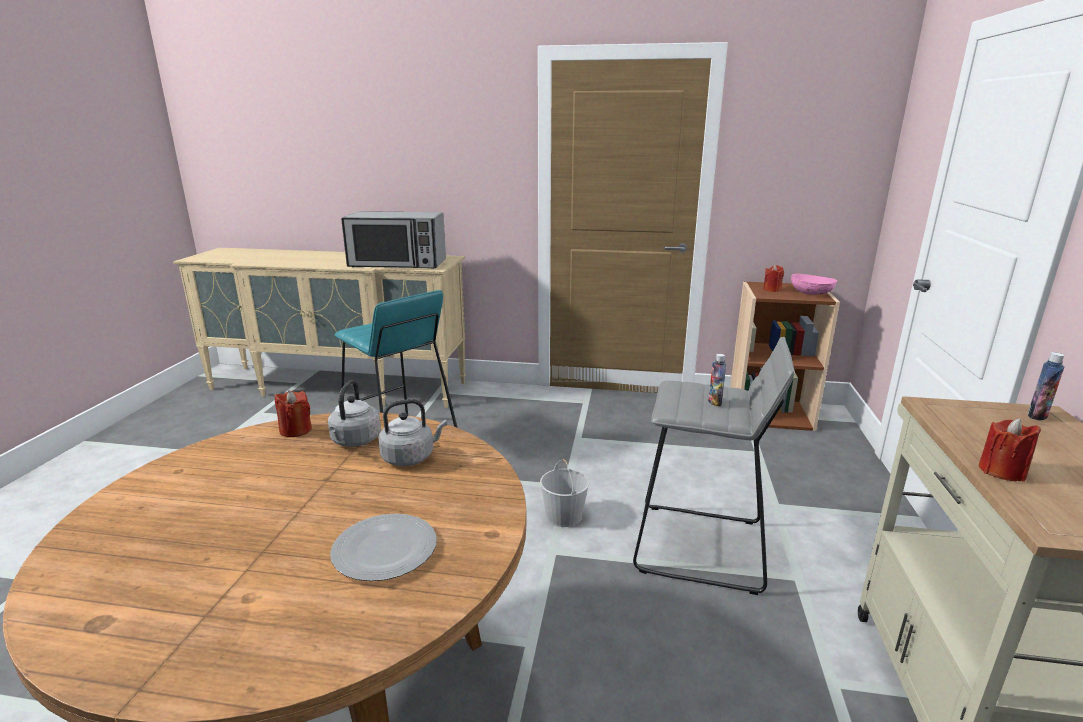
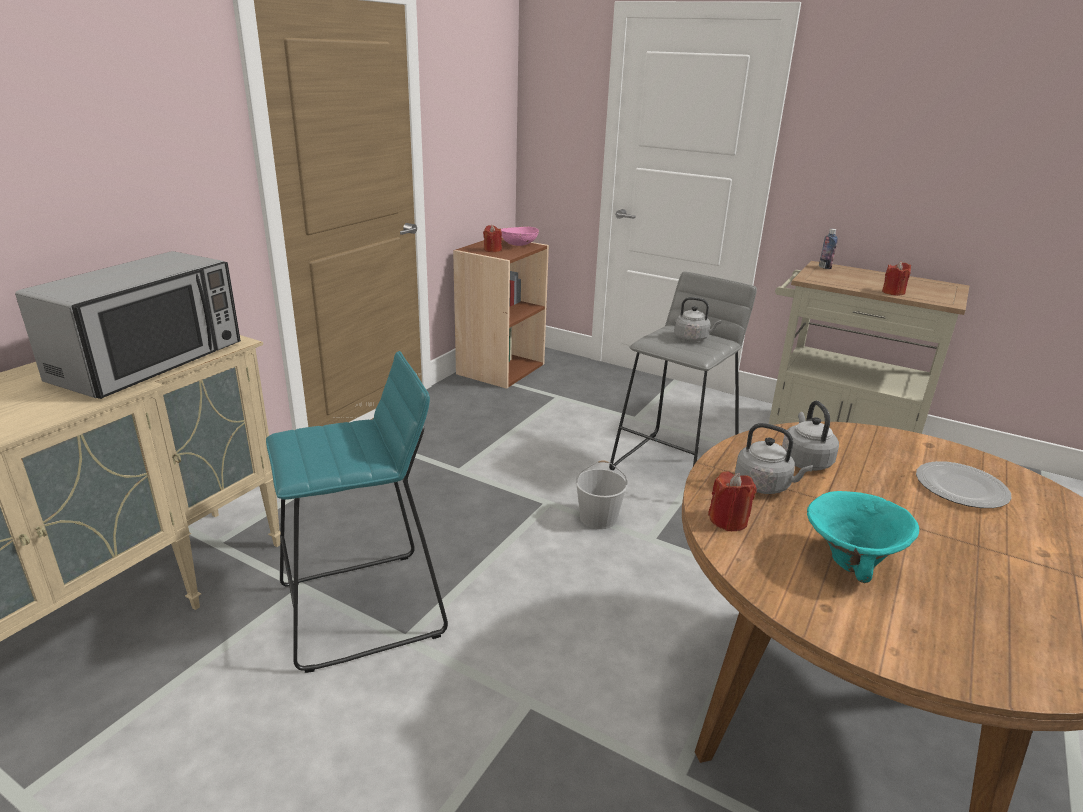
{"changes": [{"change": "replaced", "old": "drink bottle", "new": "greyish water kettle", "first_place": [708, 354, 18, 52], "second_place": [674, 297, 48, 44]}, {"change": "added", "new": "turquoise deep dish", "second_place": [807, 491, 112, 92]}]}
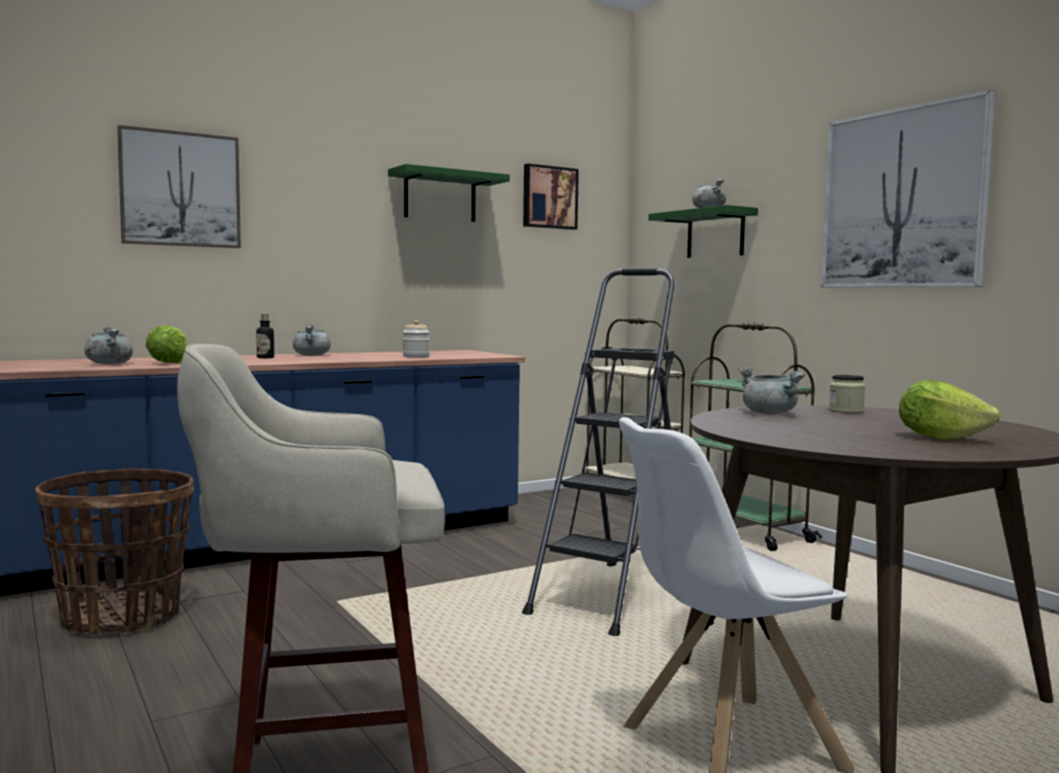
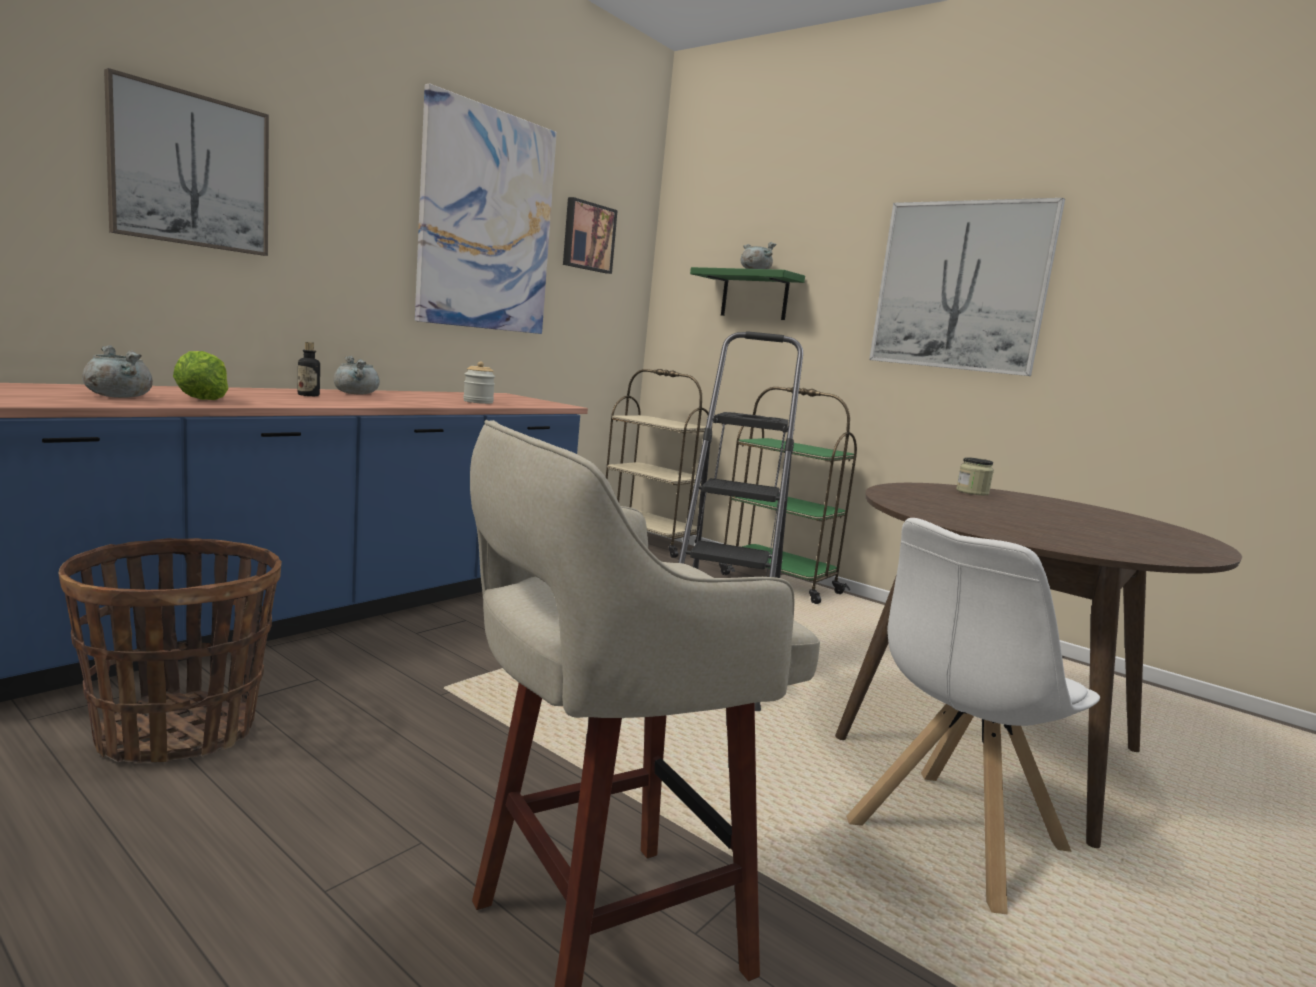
{"changes": [{"change": "replaced", "old": "greenish bracket shelf", "new": "wall picture", "first_place": [388, 164, 122, 58], "second_place": [415, 83, 142, 251]}, {"change": "removed", "old": "greyish cooking pot", "first_place": [738, 366, 67, 48]}, {"change": "removed", "old": "lettuce head", "first_place": [899, 380, 102, 60]}]}
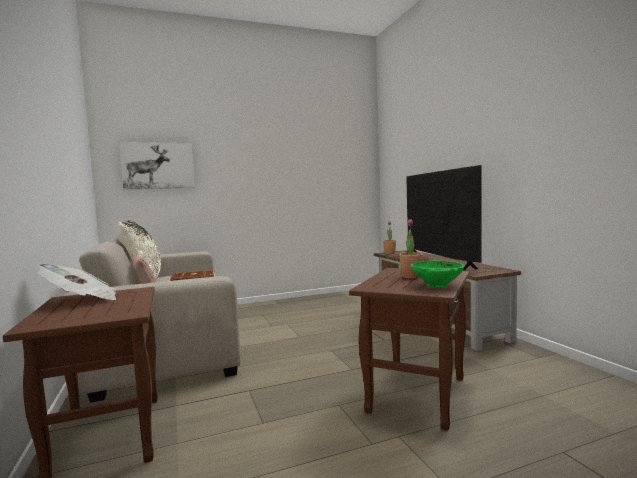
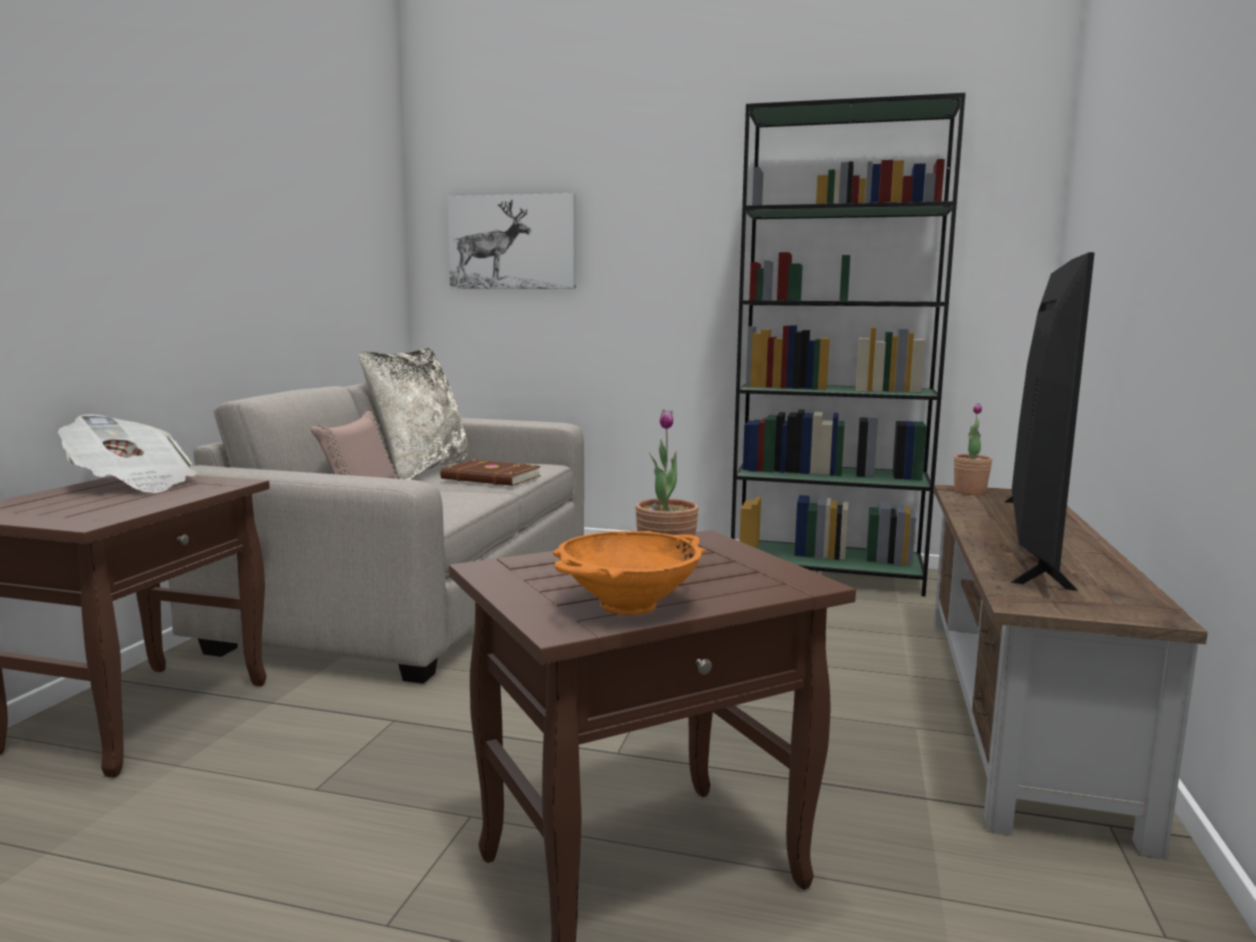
{"changes": [{"change": "recoloured", "old": "greenish deep dish", "new": "orangey deep dish", "first_place": [411, 260, 54, 28], "second_place": [553, 531, 153, 84]}, {"change": "added", "new": "greenish shelving unit", "second_place": [731, 93, 235, 503]}]}
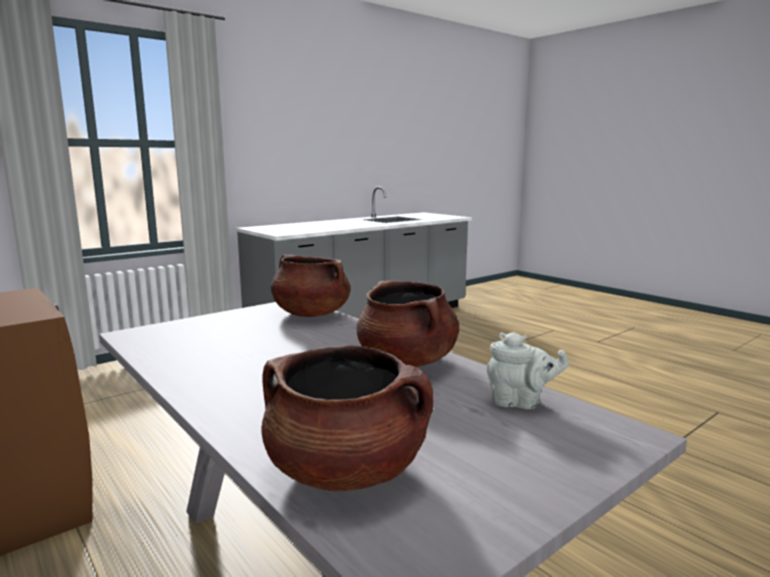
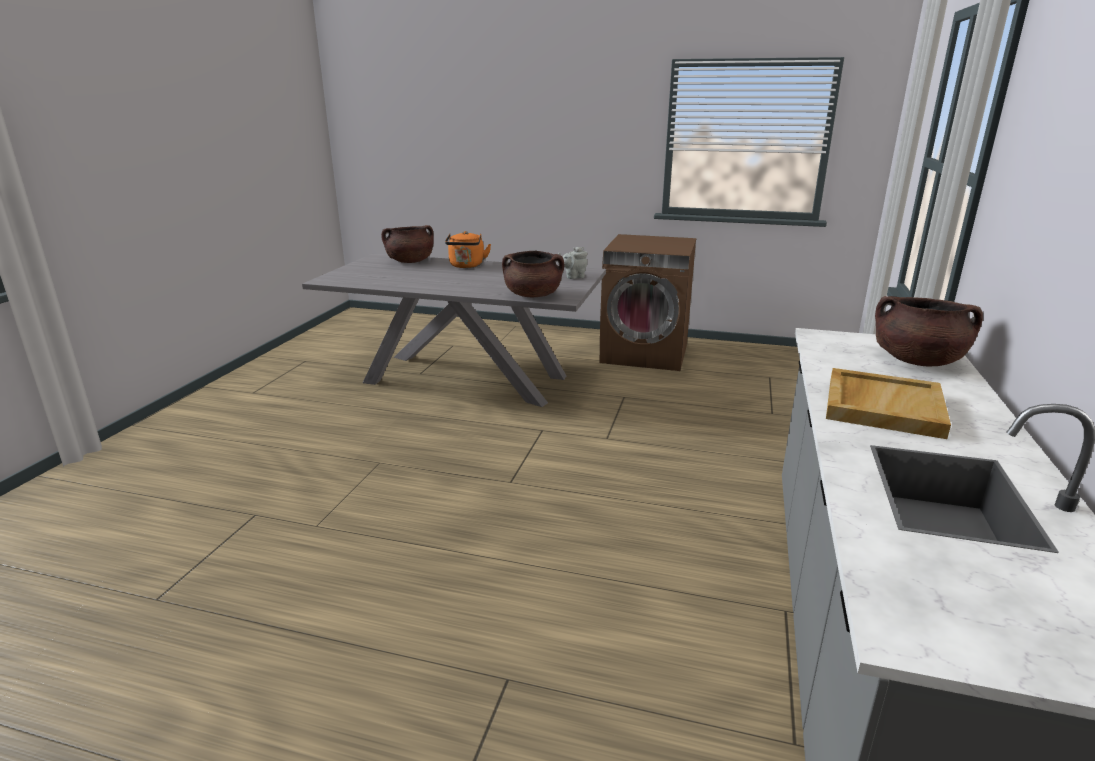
{"changes": [{"change": "moved", "old": "brown cooking pot", "first_place": [356, 280, 103, 87], "second_place": [875, 296, 108, 71]}, {"change": "moved", "old": "greyish pot for tea", "first_place": [487, 332, 82, 77], "second_place": [558, 247, 29, 32]}, {"change": "added", "new": "orangey water kettle", "second_place": [445, 231, 46, 37]}, {"change": "added", "new": "sand-coloured tray", "second_place": [826, 368, 125, 71]}]}
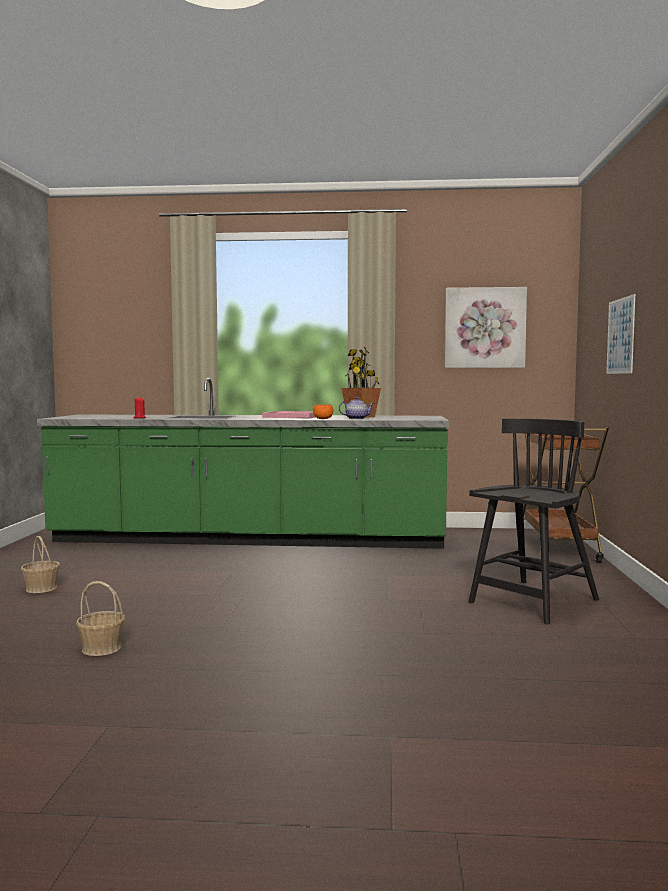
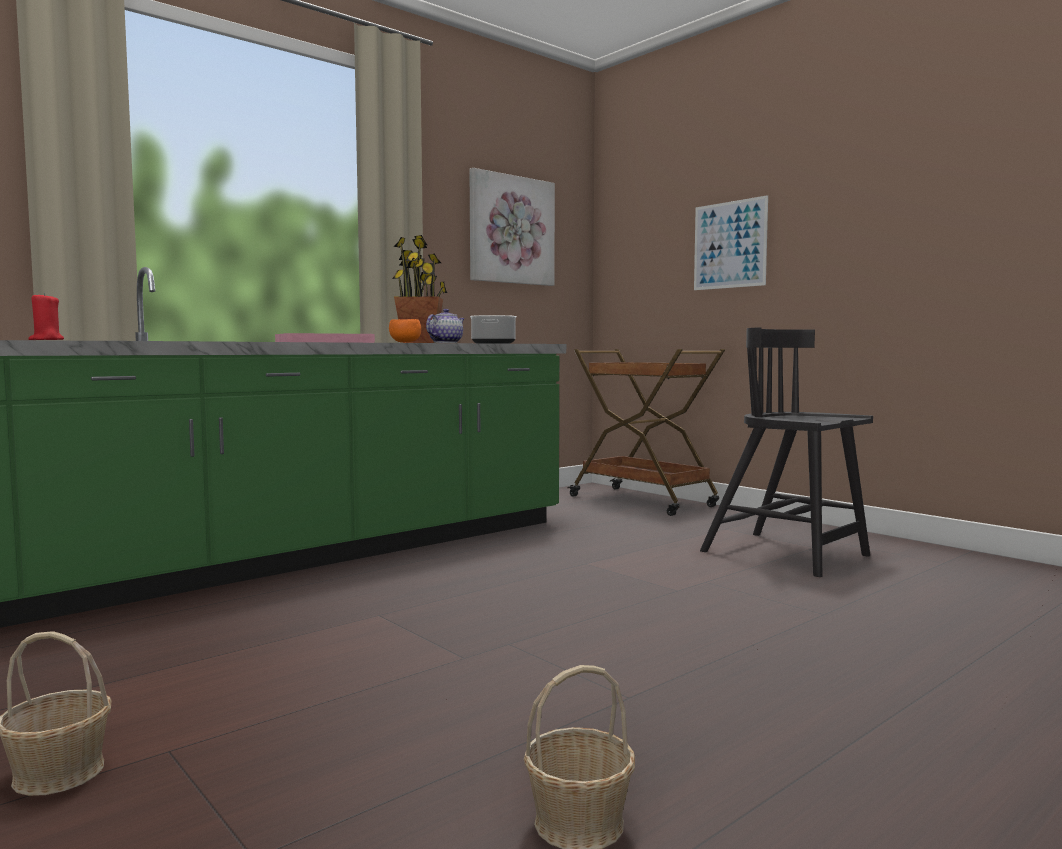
{"changes": [{"change": "turned", "old": "black chair", "first_place": [469, 418, 130, 206], "second_place": [700, 327, 173, 250], "degrees": -45}, {"change": "added", "new": "cooking pot", "second_place": [470, 315, 46, 29]}]}
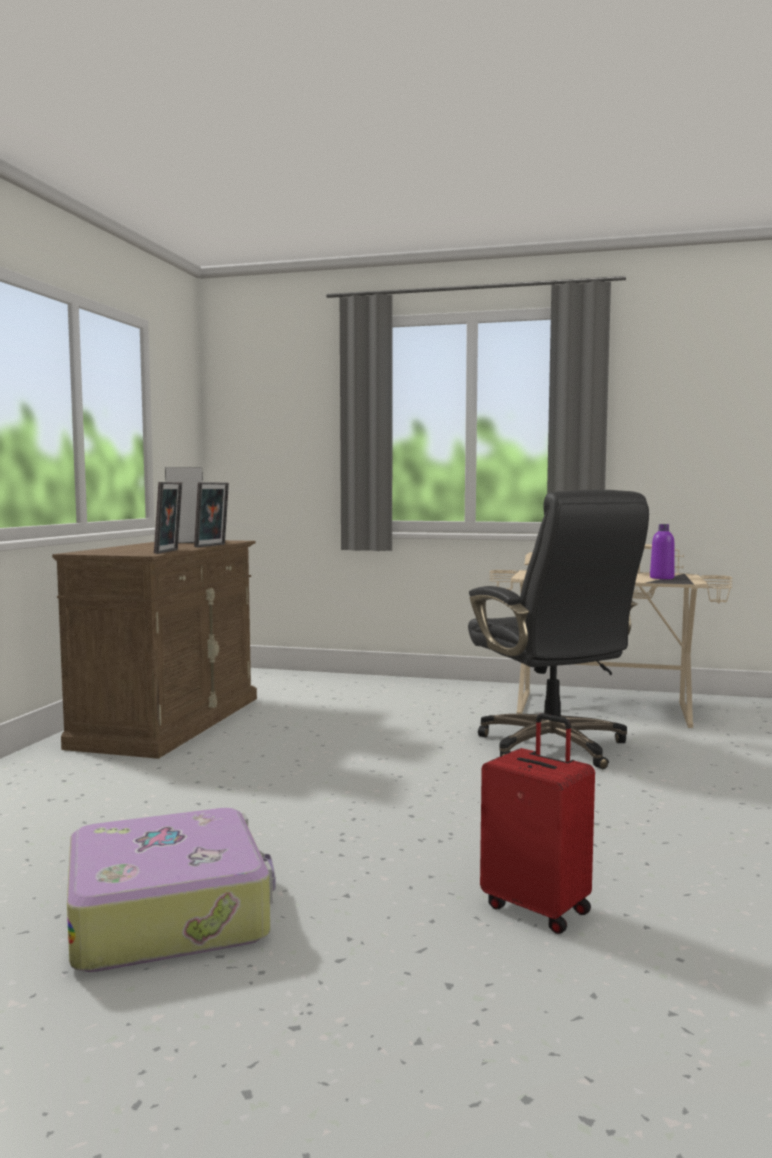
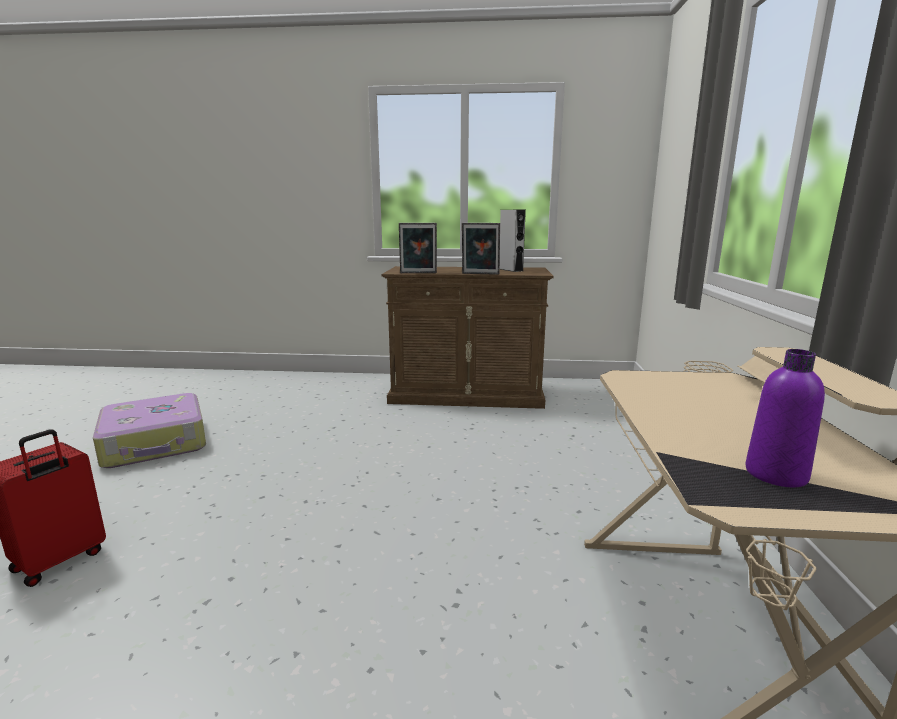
{"changes": [{"change": "removed", "old": "black desk chair", "first_place": [468, 490, 181, 279]}]}
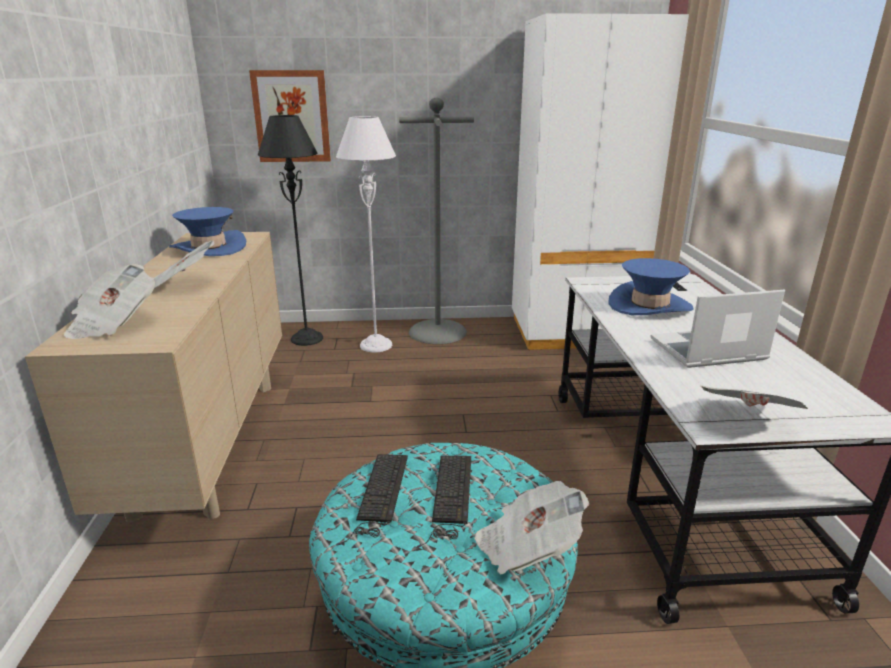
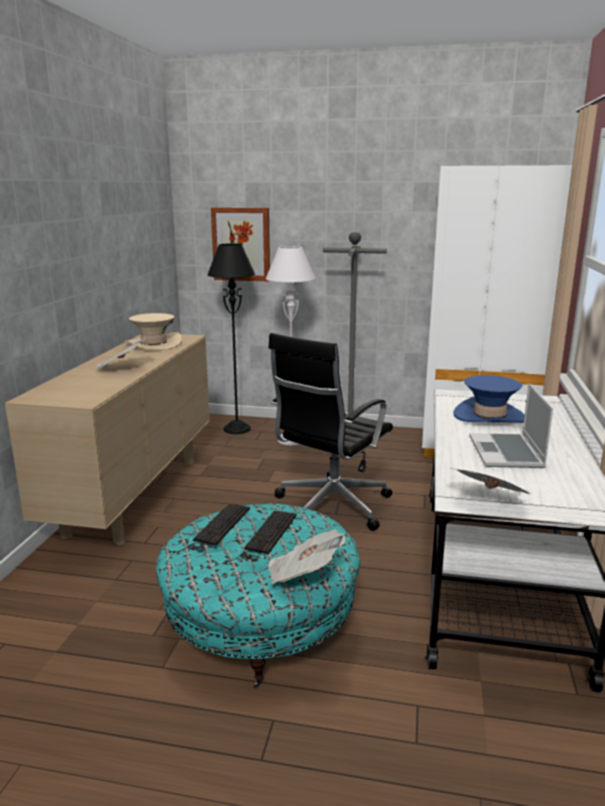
{"changes": [{"change": "recoloured", "old": "blue wearable hat", "new": "sand-coloured wearable hat", "first_place": [169, 207, 77, 49], "second_place": [125, 313, 57, 38]}, {"change": "removed", "old": "newspaper", "first_place": [64, 264, 91, 75]}, {"change": "turned", "old": "notebook computer", "first_place": [650, 290, 135, 78], "second_place": [469, 384, 84, 84], "degrees": -90}, {"change": "added", "new": "black desk chair", "second_place": [268, 333, 125, 198]}]}
